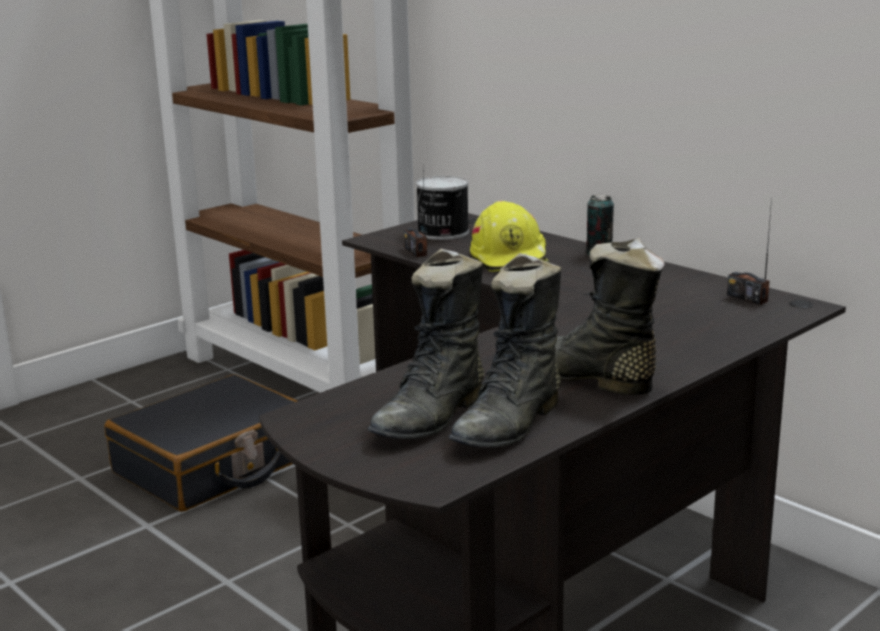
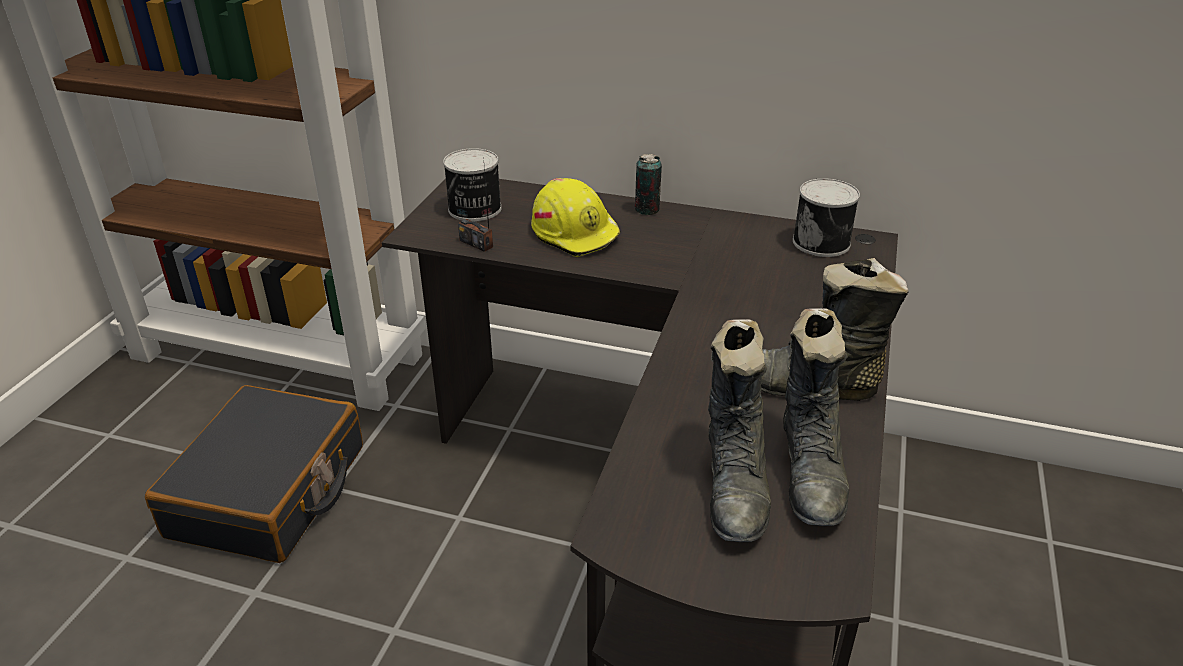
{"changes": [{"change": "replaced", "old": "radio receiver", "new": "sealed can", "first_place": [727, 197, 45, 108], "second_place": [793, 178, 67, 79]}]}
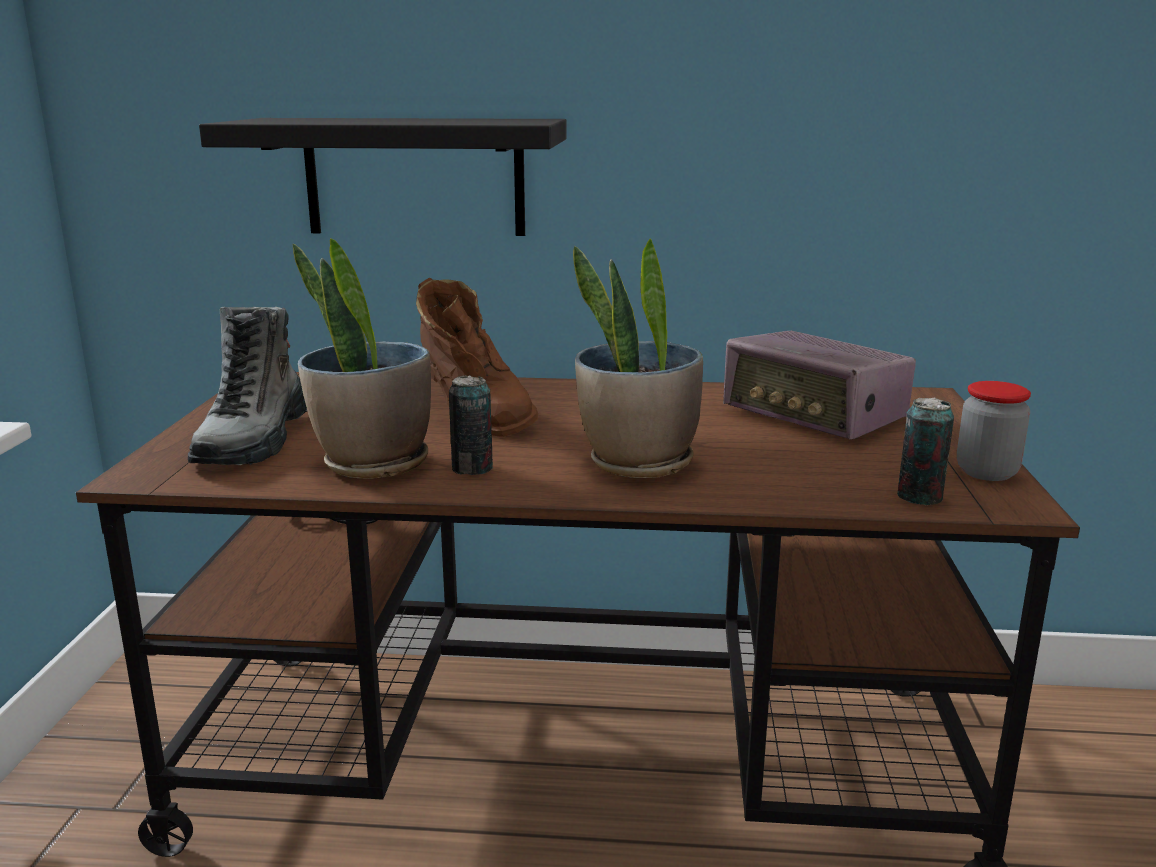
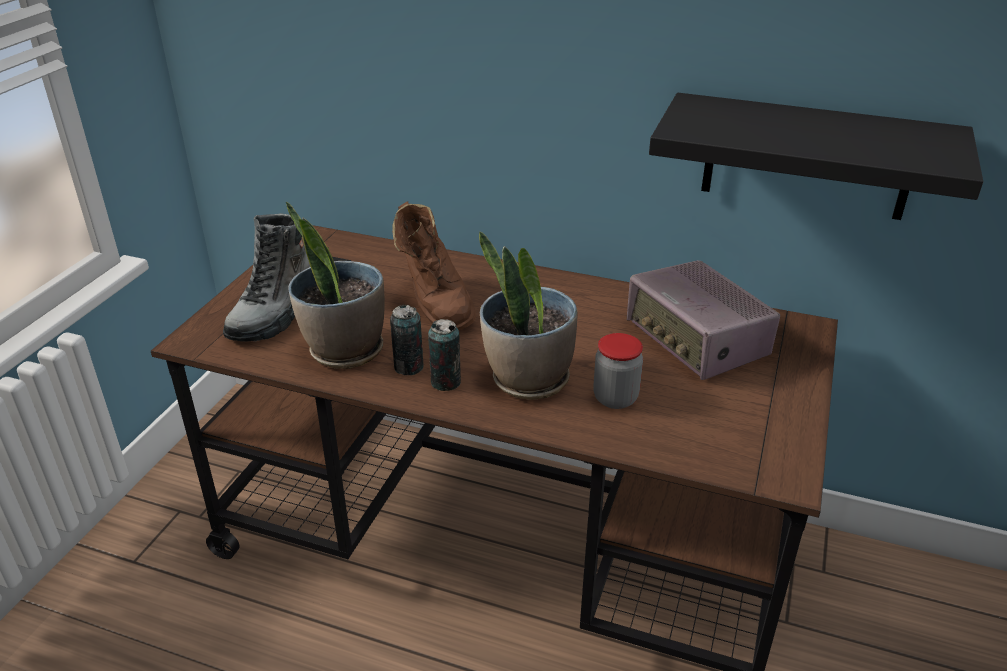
{"changes": [{"change": "moved", "old": "black bracket shelf", "first_place": [199, 118, 368, 118], "second_place": [649, 93, 334, 127]}, {"change": "moved", "old": "preserve jar", "first_place": [957, 381, 74, 100], "second_place": [593, 333, 50, 76]}, {"change": "moved", "old": "sealed can", "first_place": [897, 397, 57, 108], "second_place": [428, 319, 33, 72]}]}
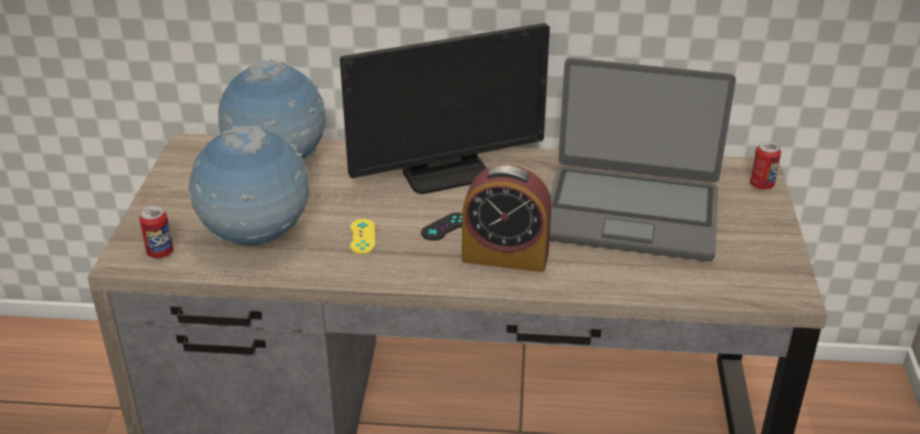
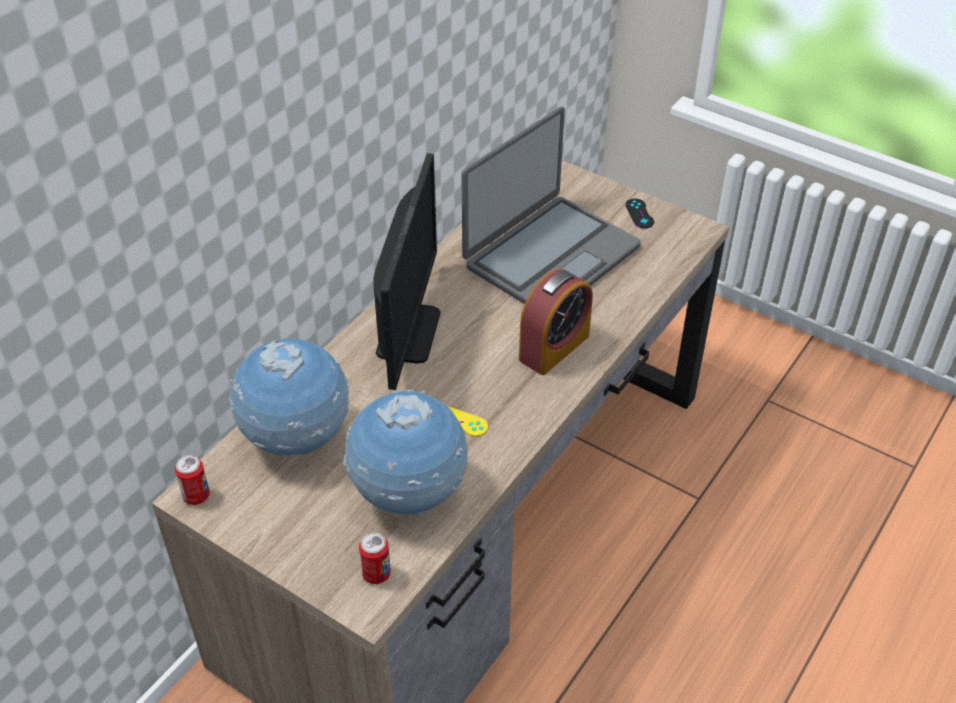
{"changes": [{"change": "moved", "old": "sealed can", "first_place": [750, 141, 31, 49], "second_place": [175, 455, 35, 50]}, {"change": "moved", "old": "black gamepad", "first_place": [421, 212, 41, 29], "second_place": [625, 198, 29, 31]}]}
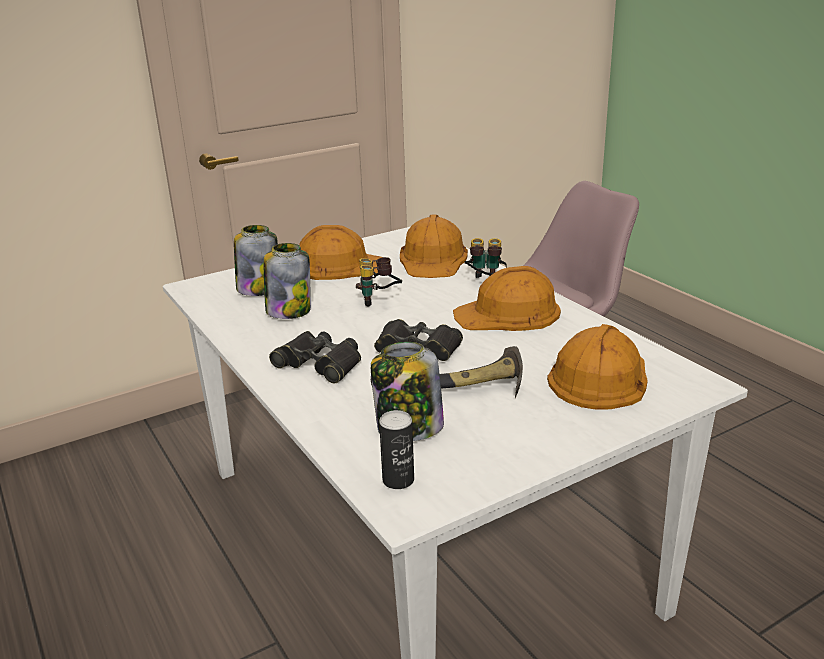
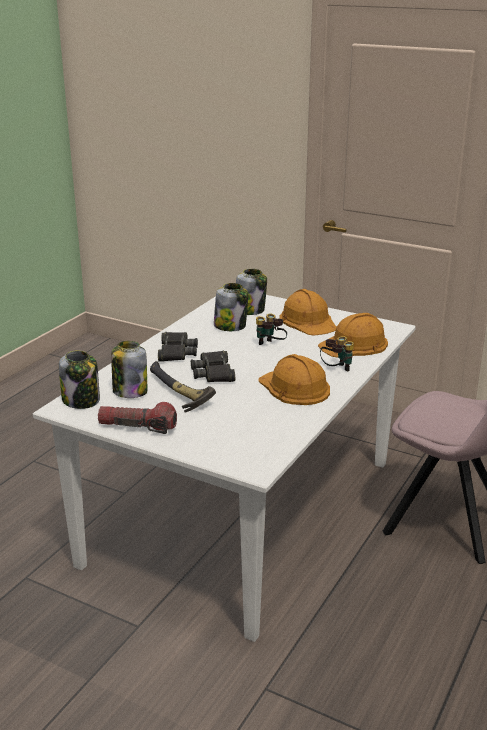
{"changes": [{"change": "removed", "old": "orangey safety helmet", "first_place": [547, 324, 101, 86]}, {"change": "replaced", "old": "sealed can", "new": "preserve jar", "first_place": [379, 410, 35, 79], "second_place": [59, 350, 41, 59]}, {"change": "added", "new": "hand torch", "second_place": [98, 402, 79, 32]}]}
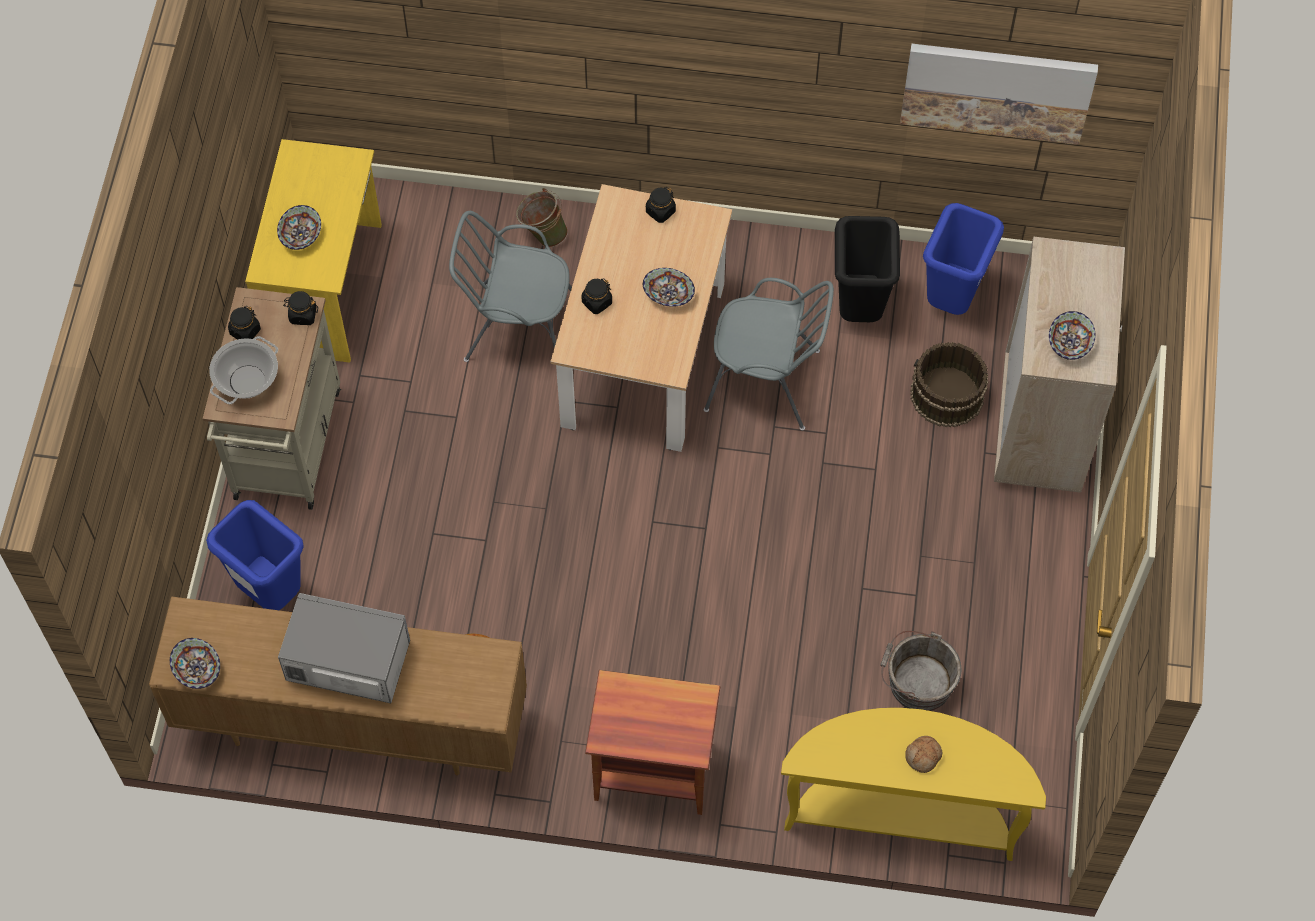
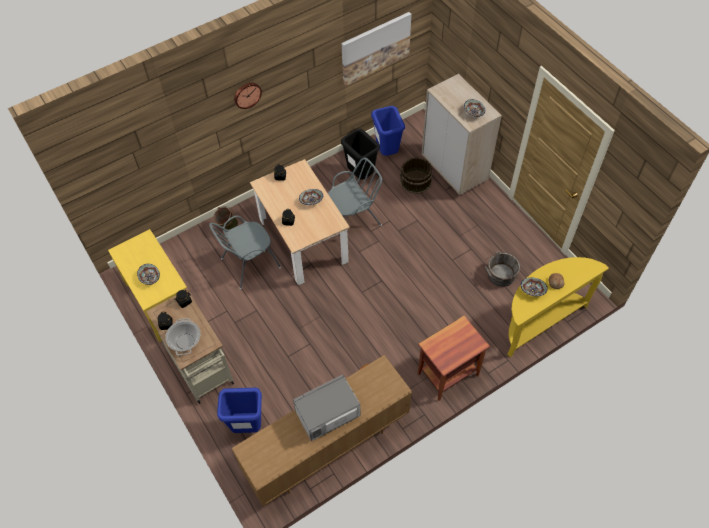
{"changes": [{"change": "moved", "old": "deep dish", "first_place": [170, 638, 50, 51], "second_place": [521, 277, 27, 19]}, {"change": "added", "new": "hanging clock", "second_place": [234, 83, 28, 26]}]}
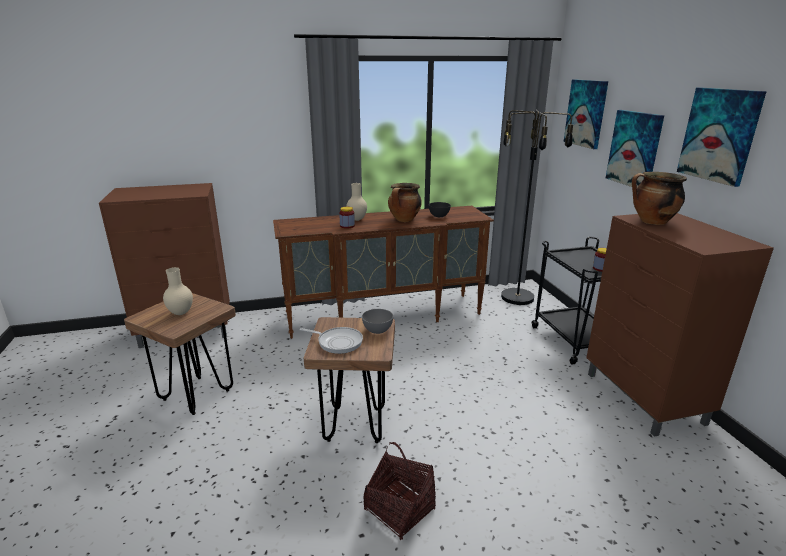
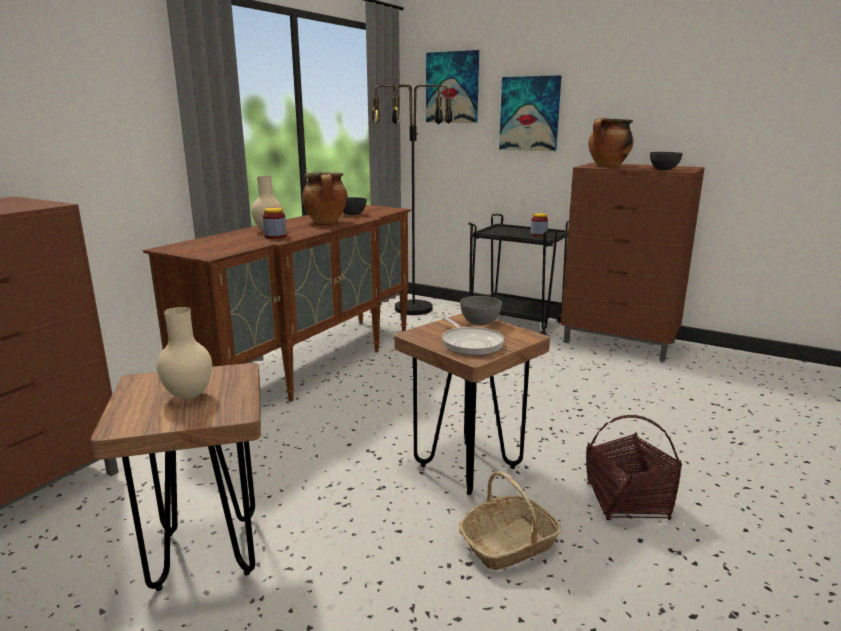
{"changes": [{"change": "removed", "old": "wall picture", "first_place": [677, 88, 90, 99]}, {"change": "turned", "old": "pan", "first_place": [299, 327, 64, 27], "second_place": [442, 316, 62, 39], "degrees": 90}, {"change": "added", "new": "greyish deep dish", "second_place": [650, 152, 33, 18]}, {"change": "added", "new": "household basket", "second_place": [459, 471, 102, 99]}]}
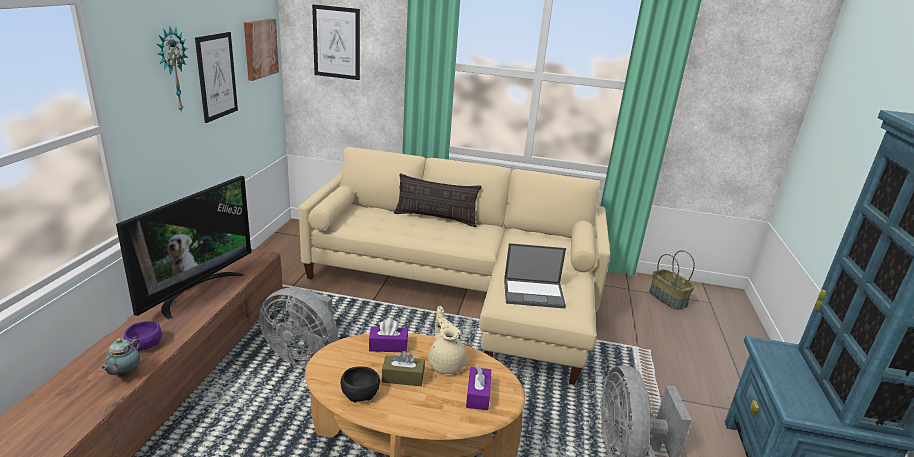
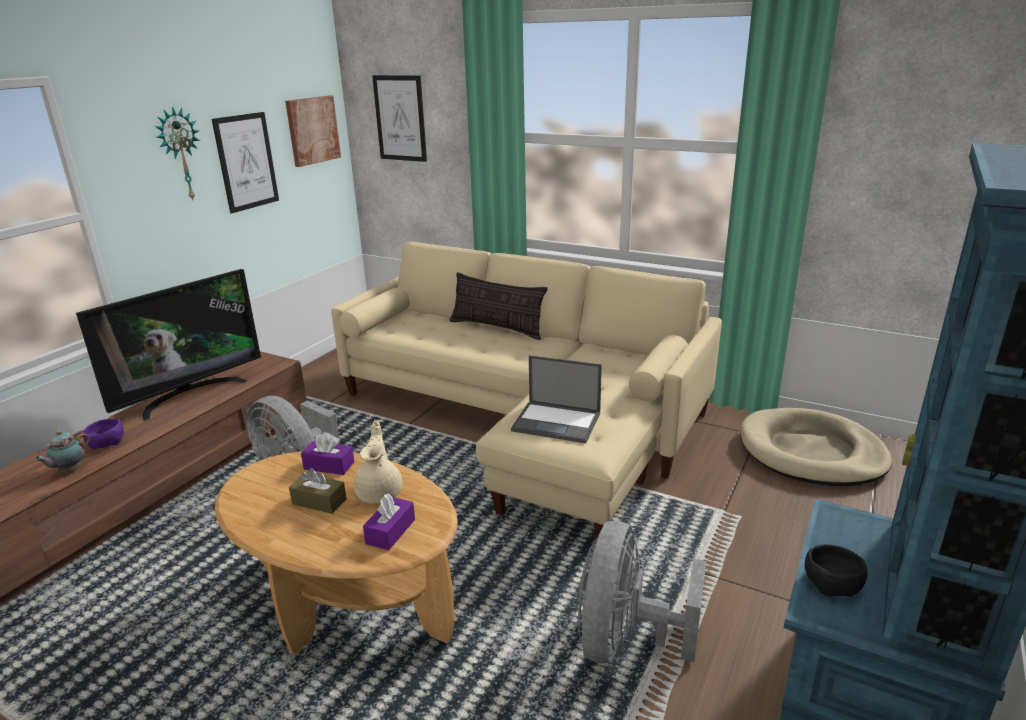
{"changes": [{"change": "replaced", "old": "household basket", "new": "sand-coloured dog bed", "first_place": [649, 250, 46, 60], "second_place": [740, 408, 152, 78]}, {"change": "moved", "old": "black deep dish", "first_place": [340, 366, 40, 37], "second_place": [805, 544, 62, 53]}]}
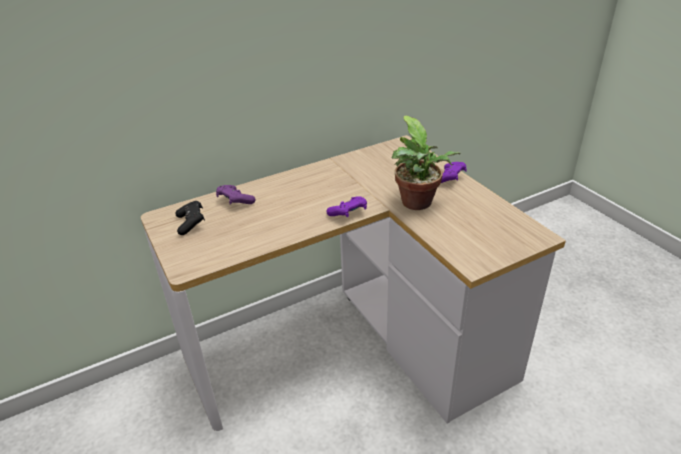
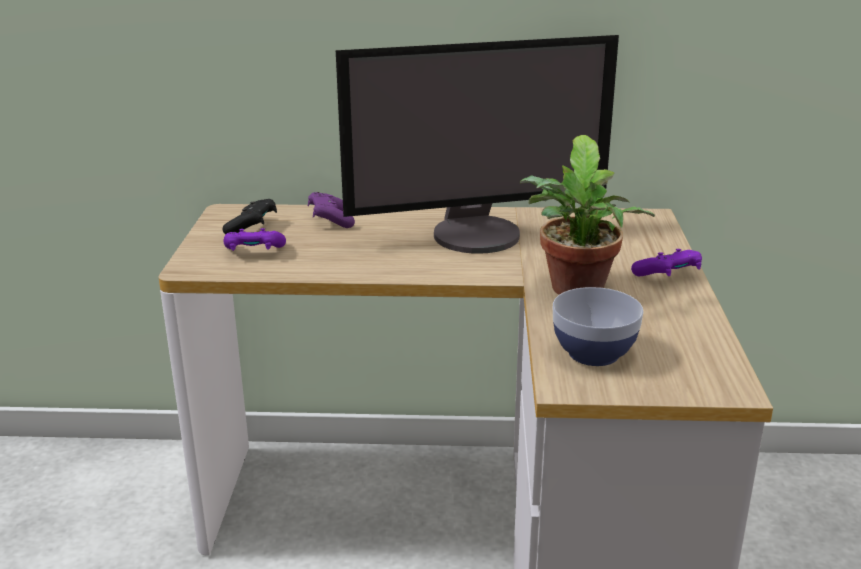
{"changes": [{"change": "moved", "old": "purple gamepad", "first_place": [326, 196, 41, 21], "second_place": [223, 228, 63, 23]}, {"change": "added", "new": "monitor", "second_place": [336, 35, 283, 219]}, {"change": "added", "new": "deep dish", "second_place": [553, 287, 90, 79]}]}
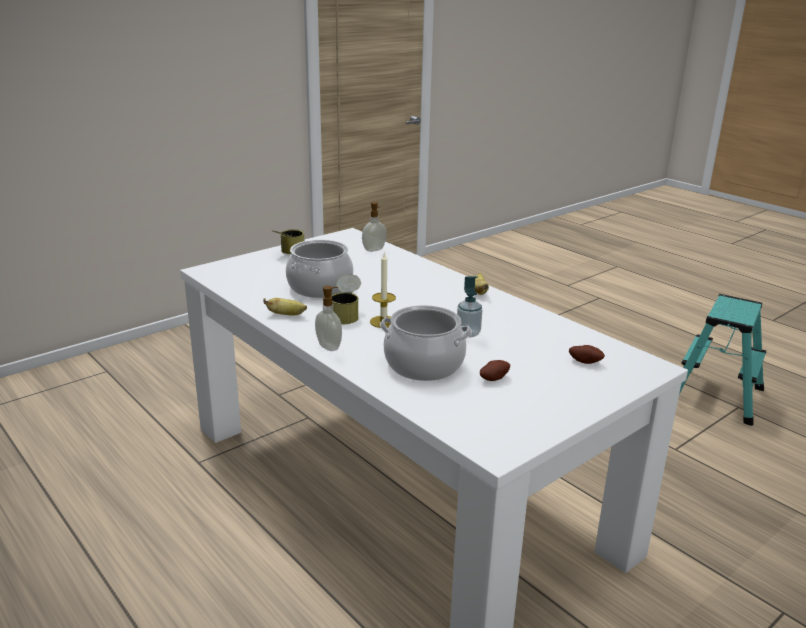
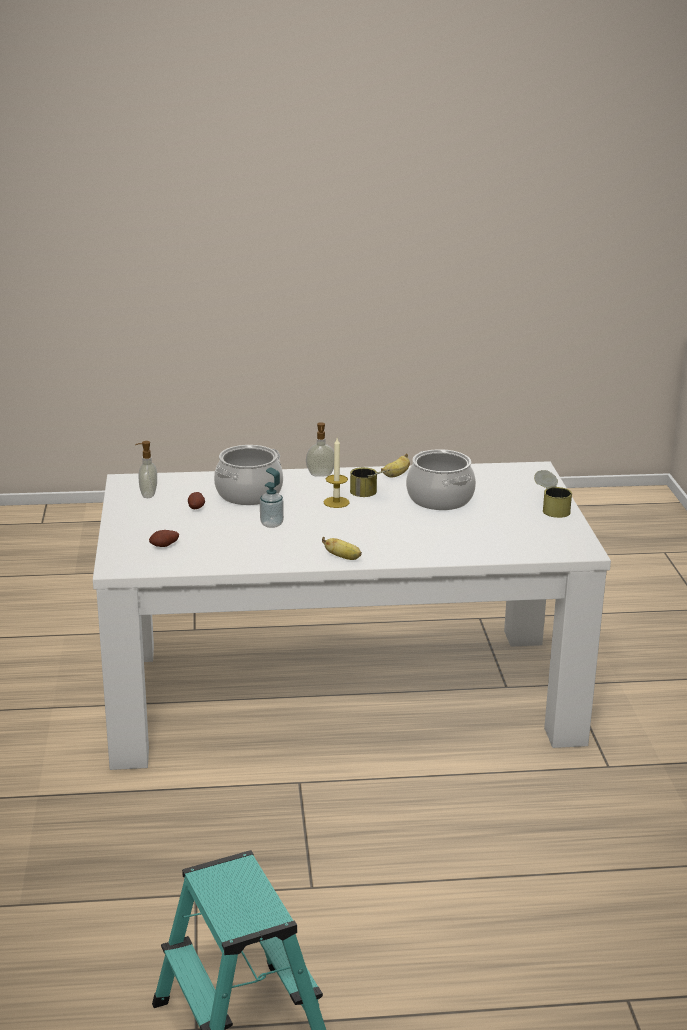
{"changes": [{"change": "moved", "old": "soap bottle", "first_place": [362, 202, 24, 50], "second_place": [135, 441, 22, 57]}]}
